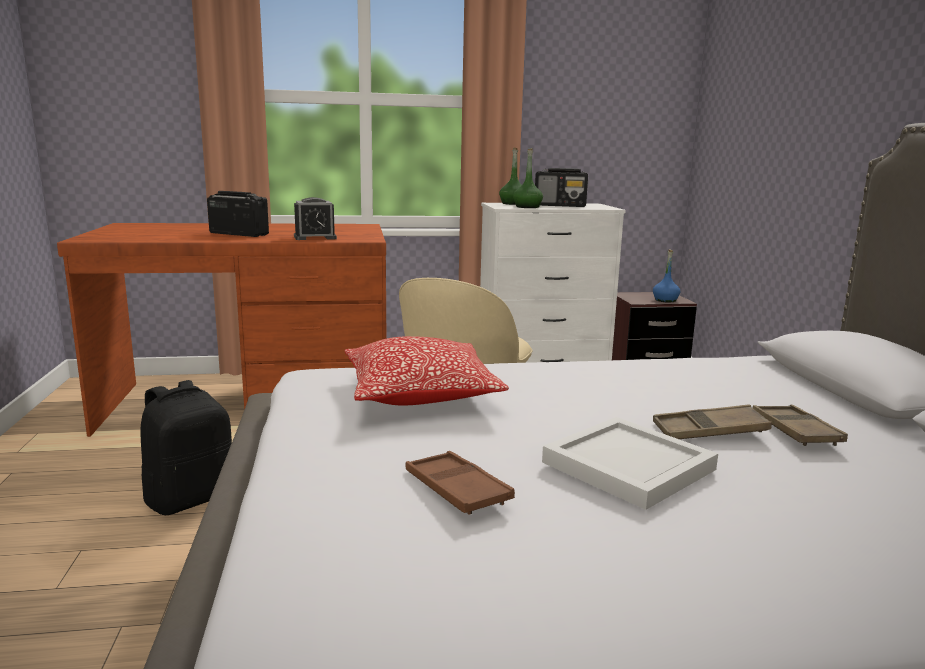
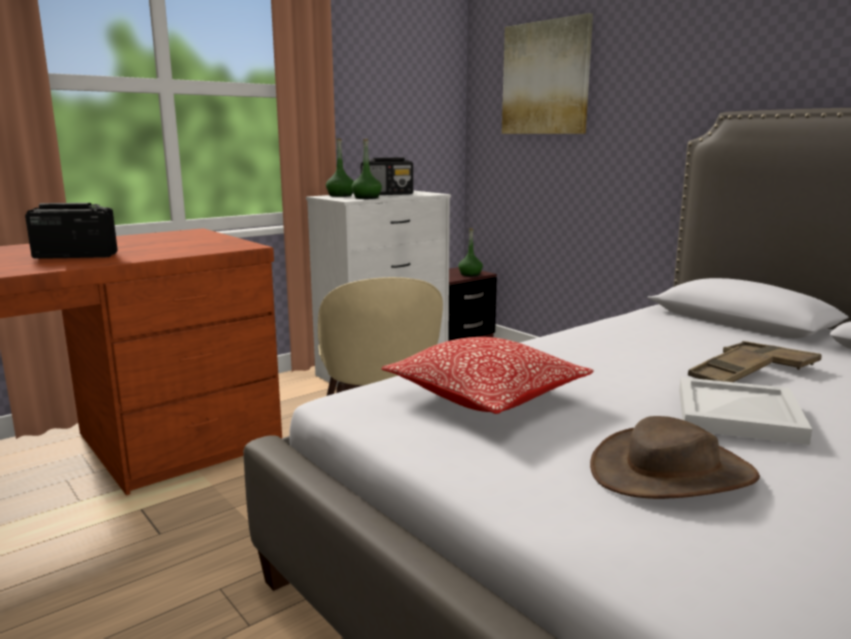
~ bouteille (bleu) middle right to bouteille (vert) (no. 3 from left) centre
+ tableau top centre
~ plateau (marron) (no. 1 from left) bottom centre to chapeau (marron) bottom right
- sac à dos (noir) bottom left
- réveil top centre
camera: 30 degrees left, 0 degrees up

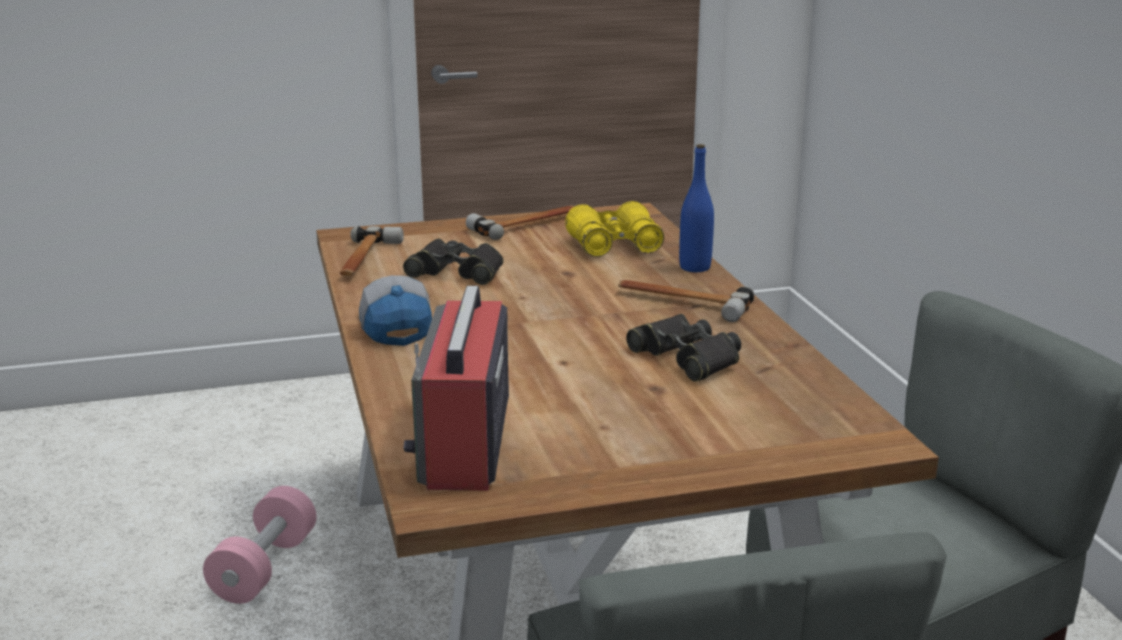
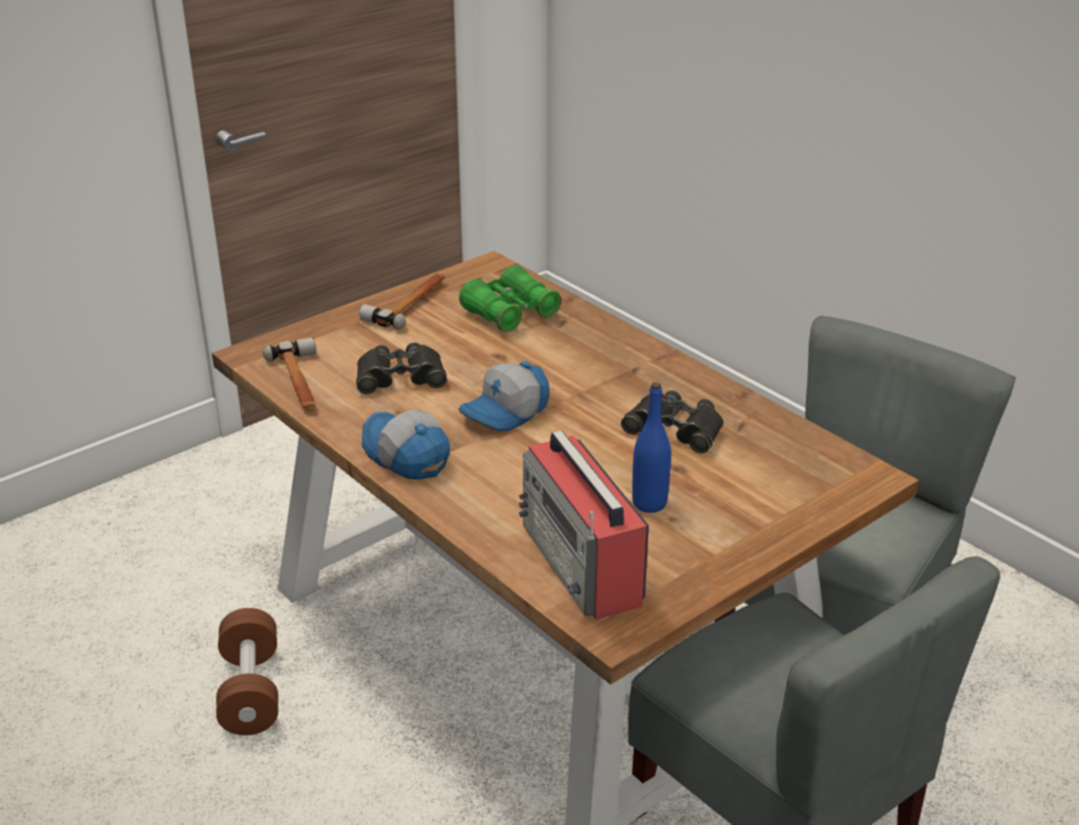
~ haltère (rose) bottom left to haltère (marron) bottom left
~ jumelles (jaune) centre to jumelles (vert) centre
+ casquette (no. 2 from left) centre
~ bouteille (bleu) top centre to centre
- marteau (no. 3 from left) centre
camera: 25 degrees left, 10 degrees up

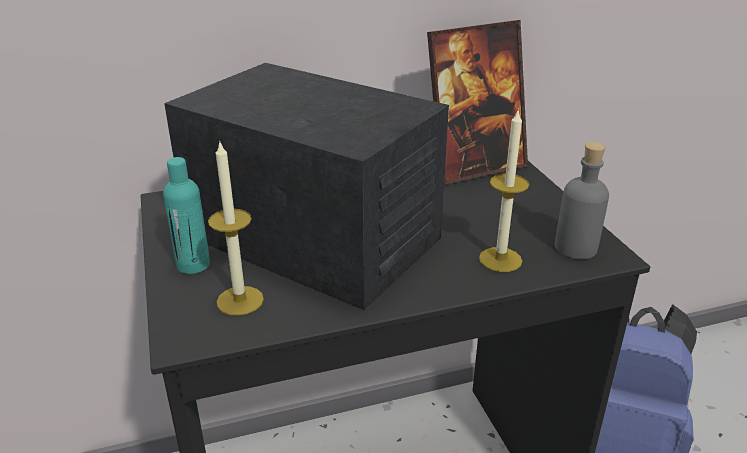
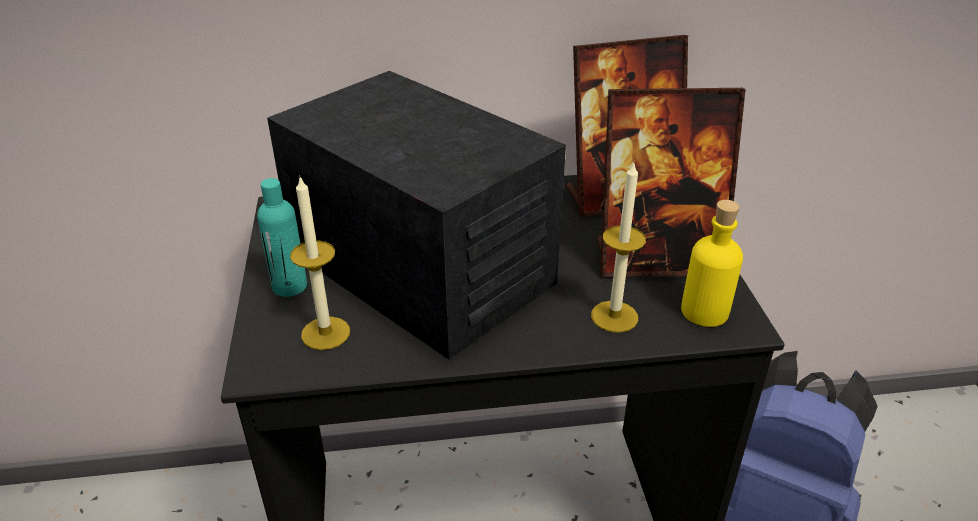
+ cadre photo (no. 2 from left) middle right
~ bouteille (gris) middle right to bouteille (jaune) middle right
camera: 10 degrees right, 5 degrees up

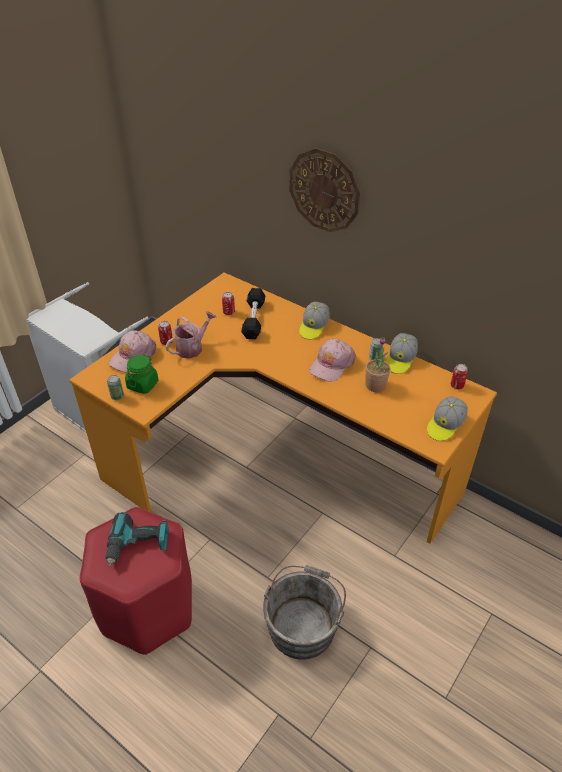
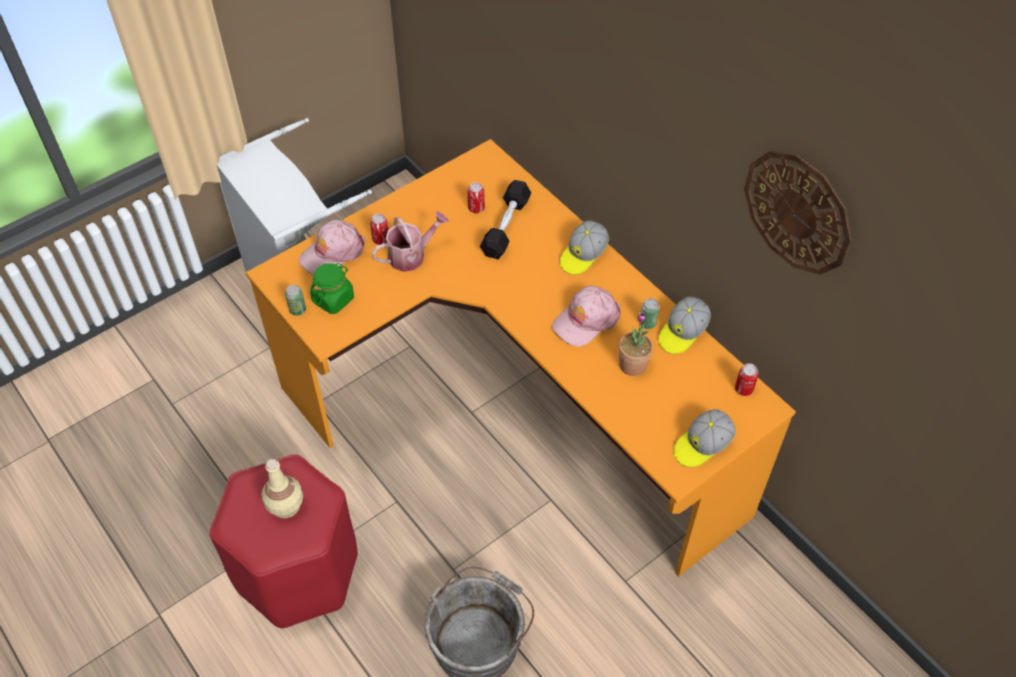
~ perceuse bottom left to bouteille (beige) bottom left
~ horloge murale top centre to top right
camera: 15 degrees right, 10 degrees up

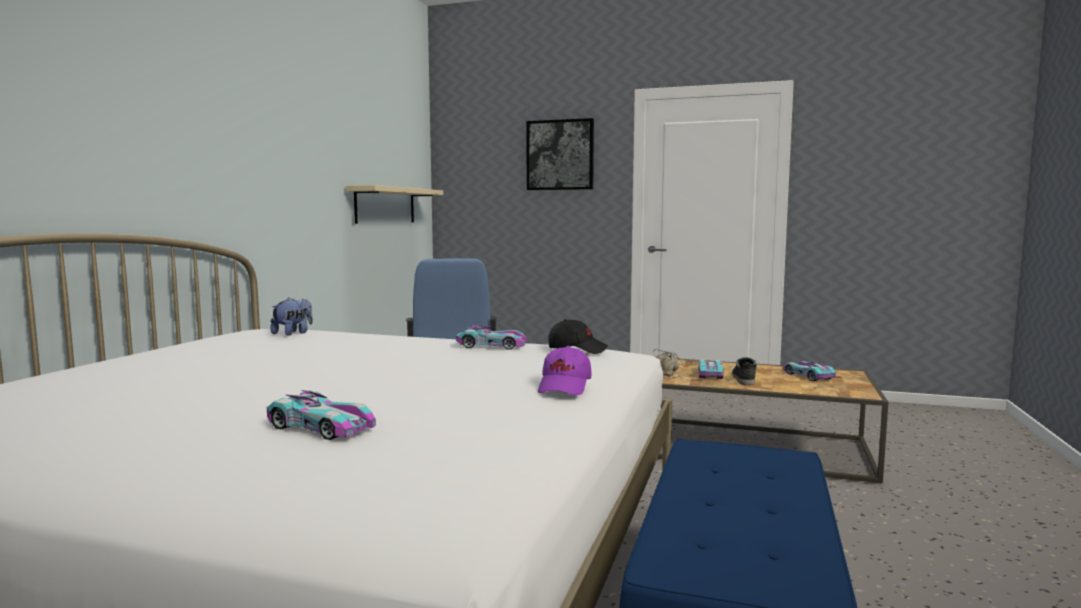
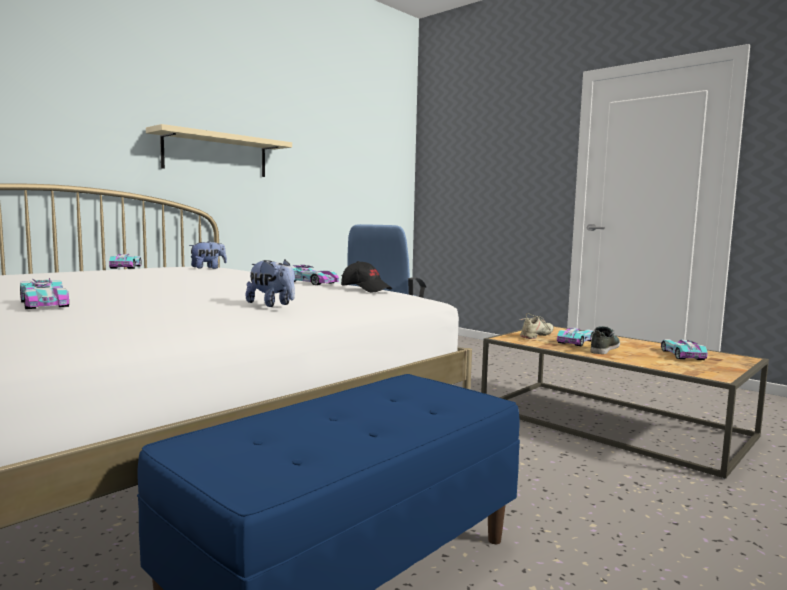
+ petite voiture (no. 2 from left) middle left
~ étagère (beige) centre to top left
~ casquette (violet) centre to peluche (no. 2 from left) centre
- tableau top centre
camera: 25 degrees right, 0 degrees up

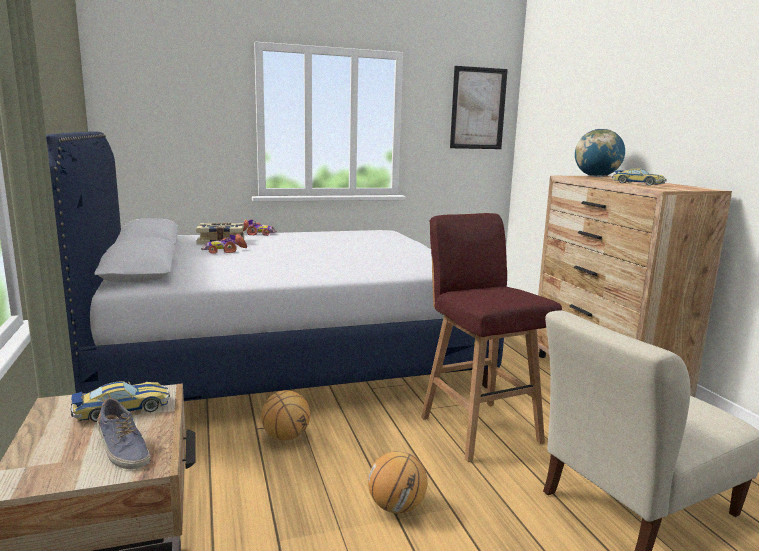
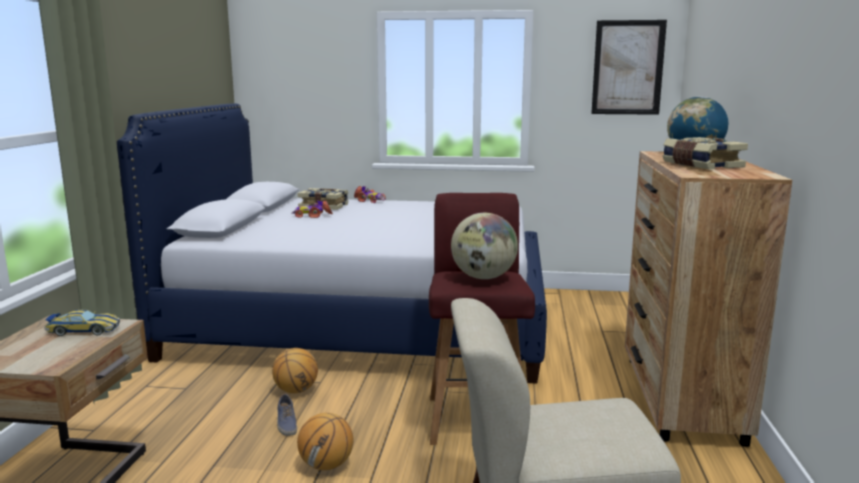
~ chaussure bottom left to bottom centre
+ globe (no. 1 from left) centre
~ petite voiture (no. 4 from left) top right to livre (no. 2 from left) top right
camera: 25 degrees right, 0 degrees up

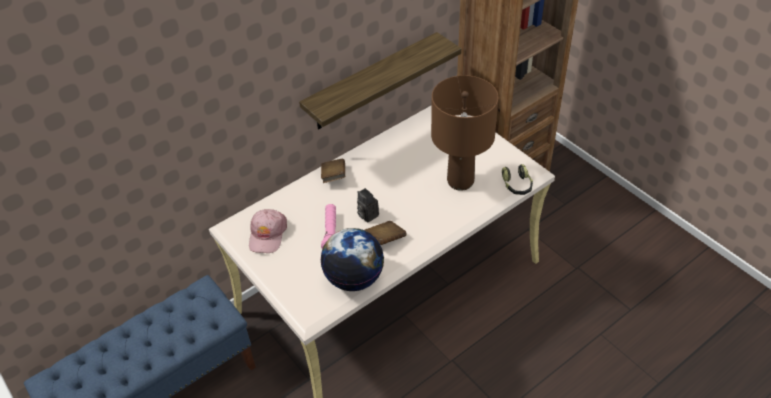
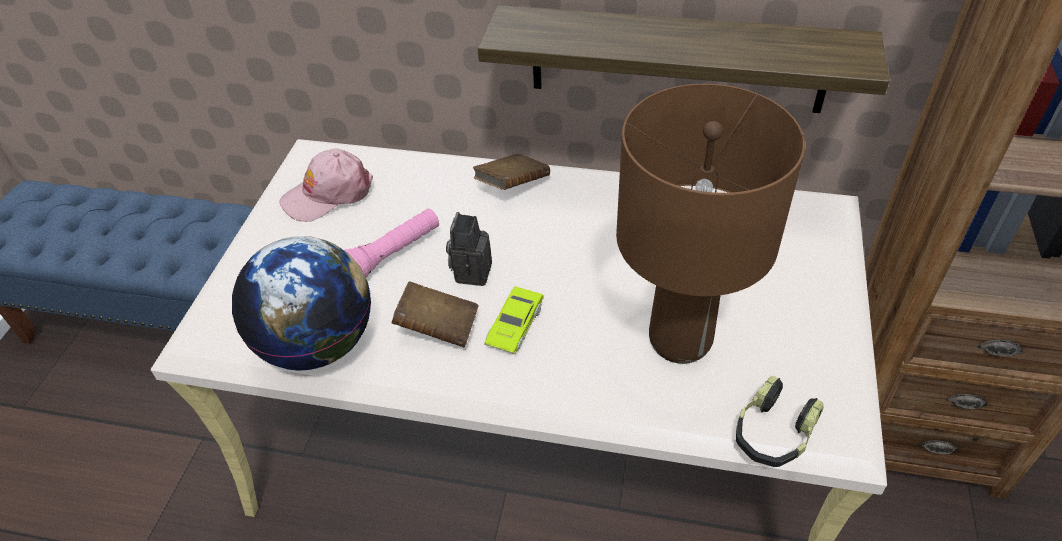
+ petite voiture (vert) centre
camera: 50 degrees right, 0 degrees up

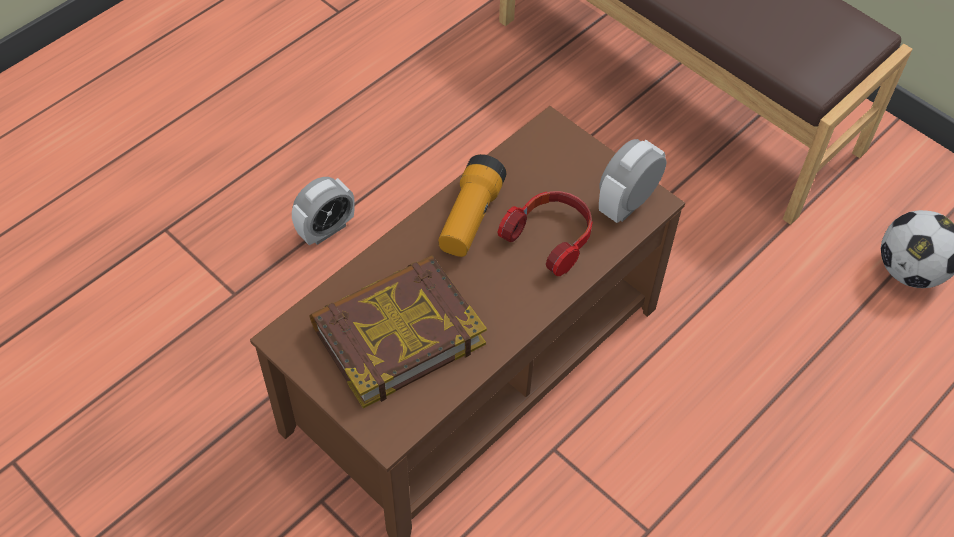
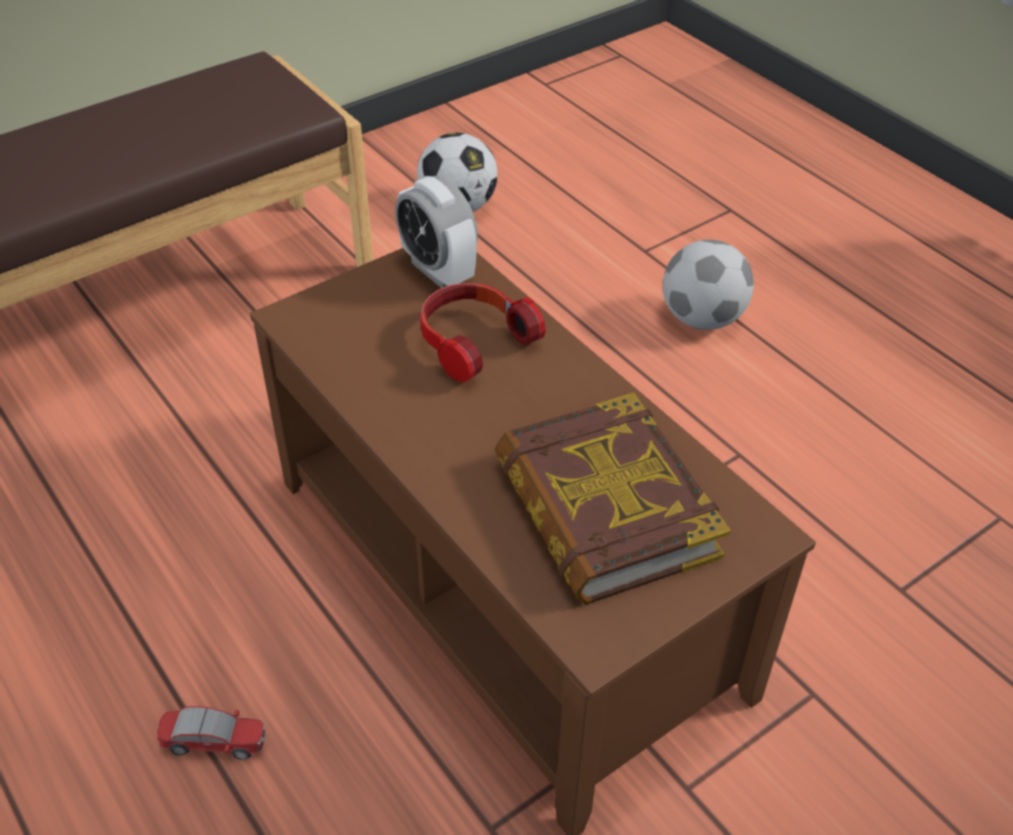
~ réveil (no. 1 from left) centre to petite voiture bottom left
+ ballon de foot (no. 2 from left) middle right
- lampe de poche centre
camera: 80 degrees left, 10 degrees down

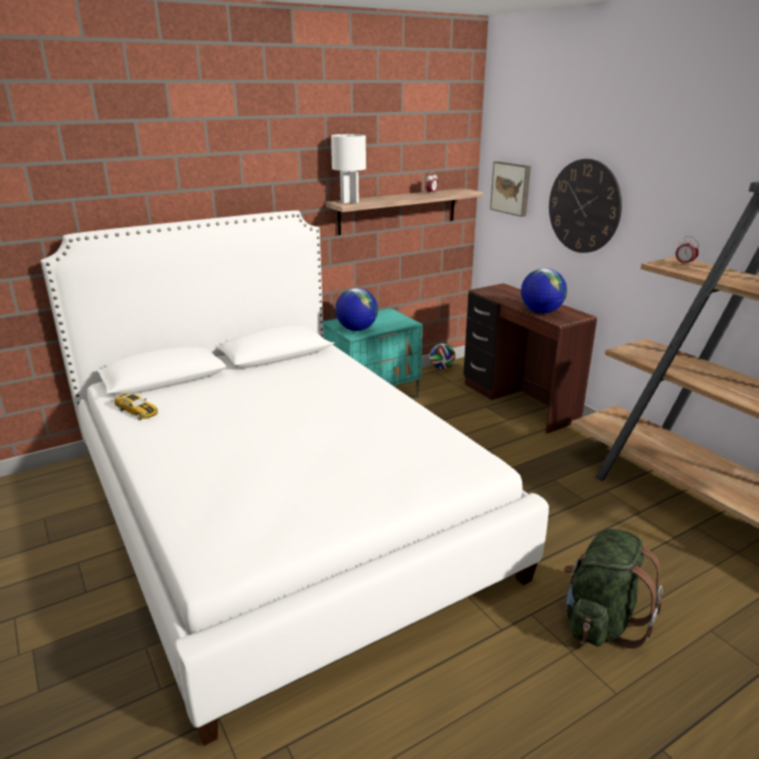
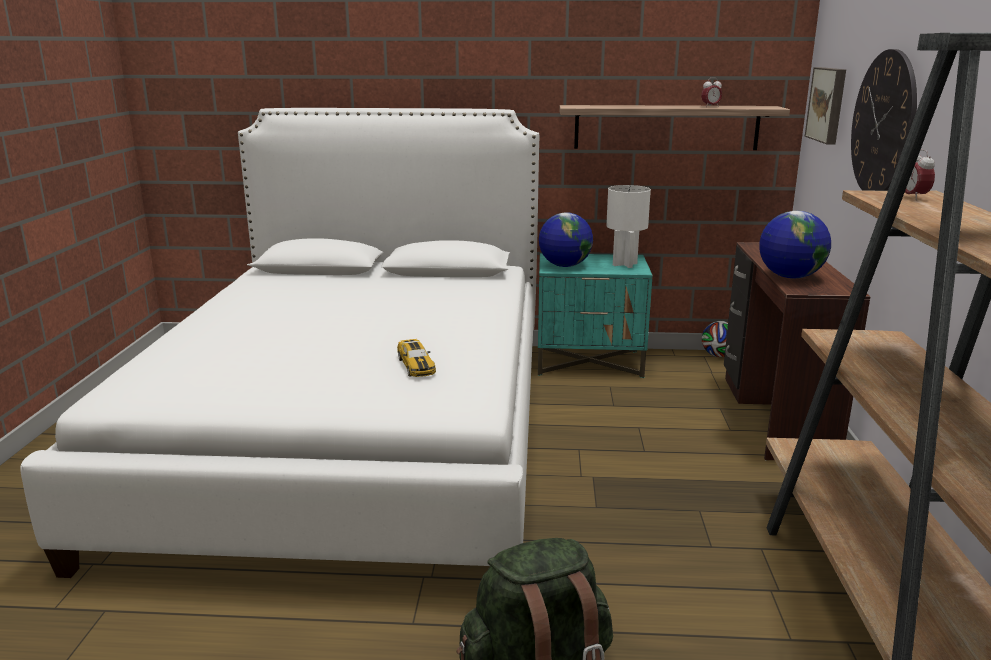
~ petite voiture middle left to centre
~ lampe de table (blanc) top centre to centre
camera: 35 degrees right, 5 degrees down

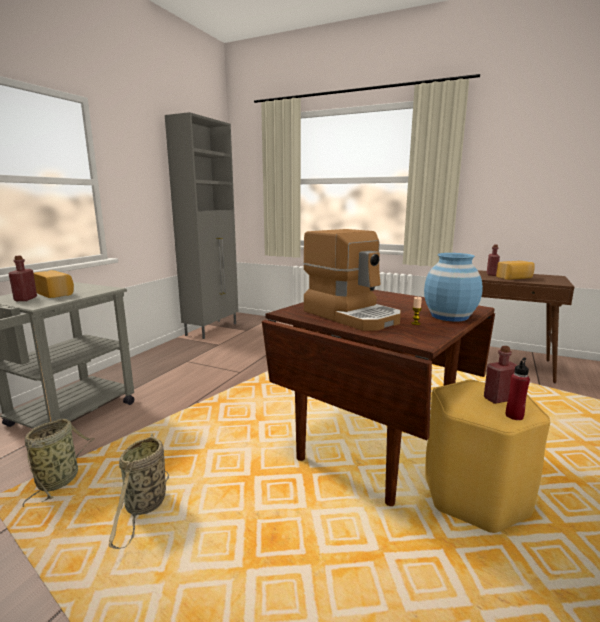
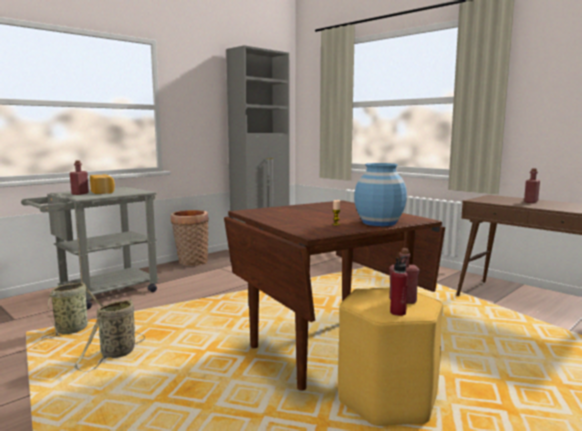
+ panier (no. 3 from left) middle left
- machine à café centre
- pain (no. 2 from left) middle right
camera: 20 degrees right, 5 degrees down

